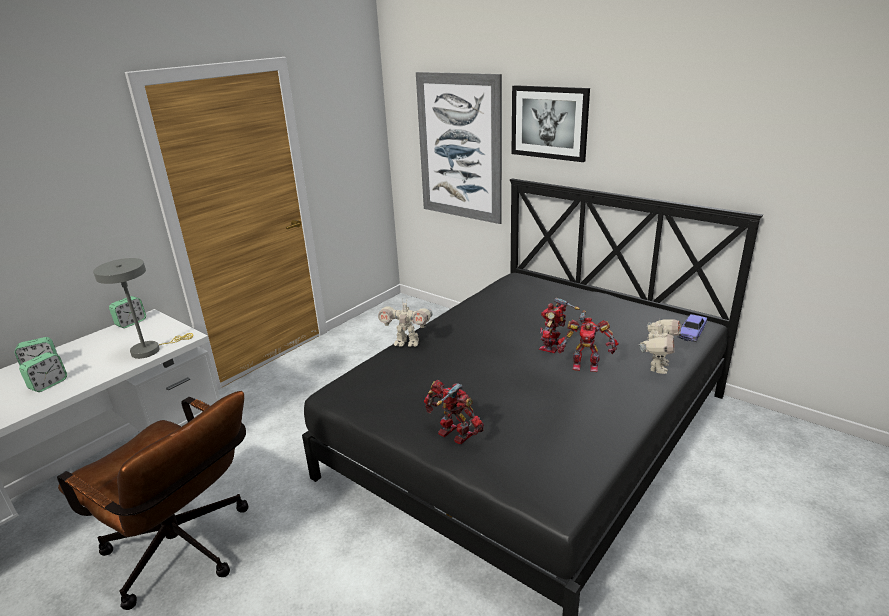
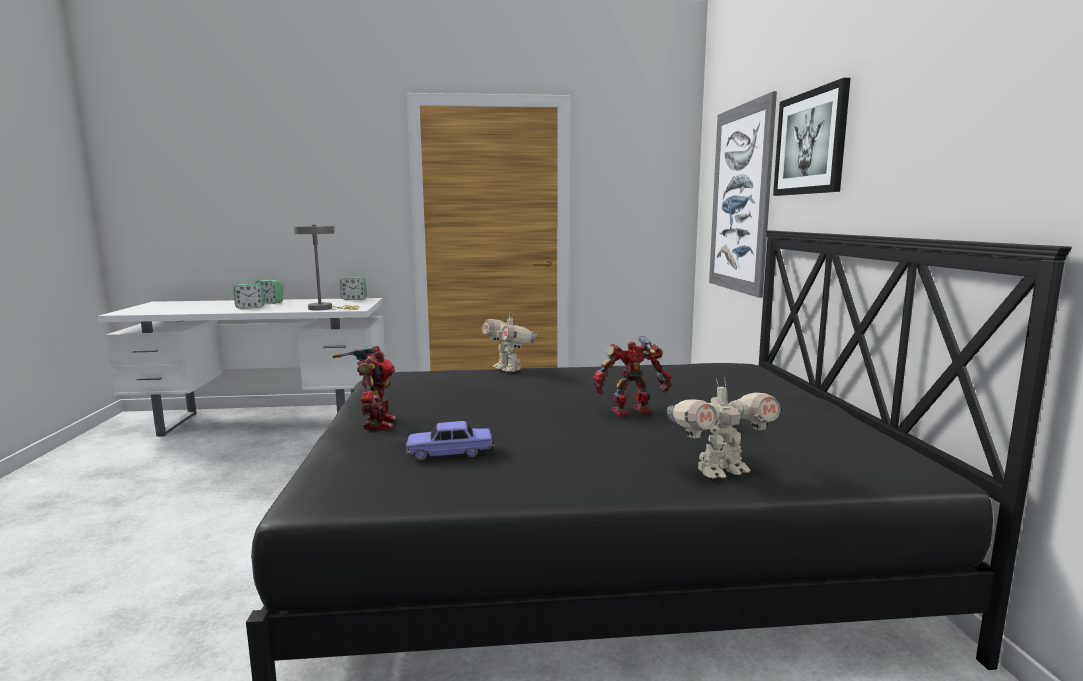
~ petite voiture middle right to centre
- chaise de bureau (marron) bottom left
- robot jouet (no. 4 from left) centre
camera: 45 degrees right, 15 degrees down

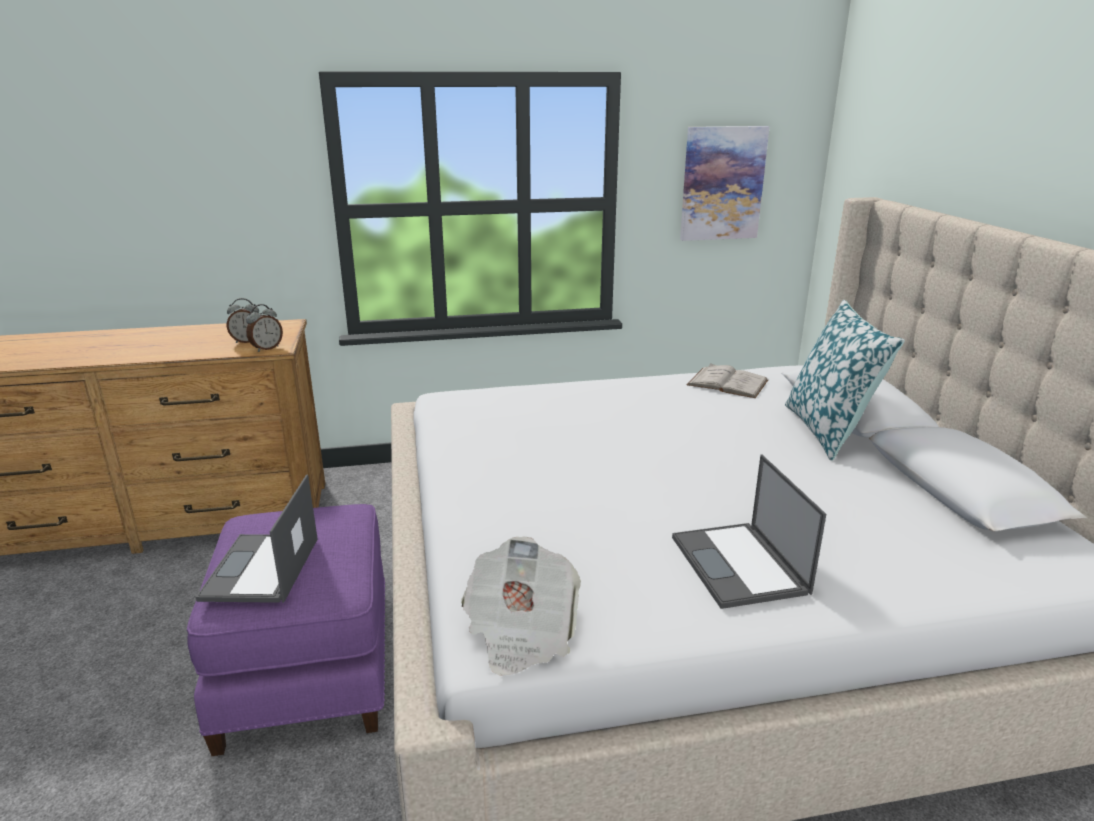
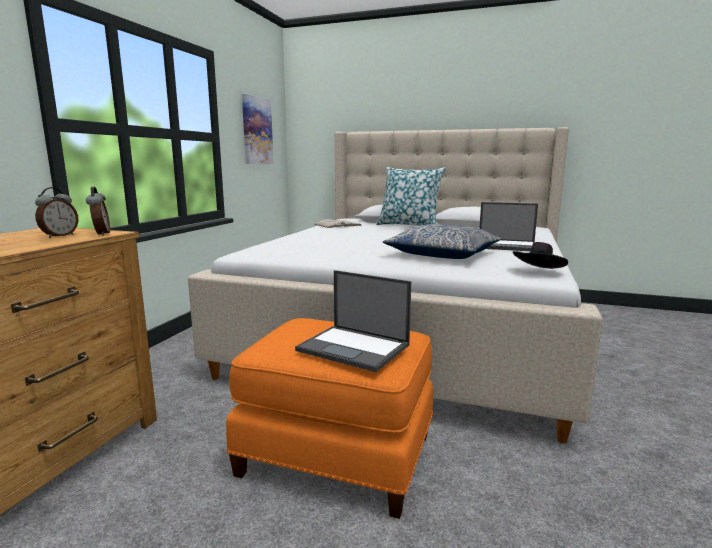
~ pouf (violet) bottom left to pouf (orange) bottom centre
+ coussin (no. 2 from left) centre
~ journal bottom centre to chapeau (noir) middle right
camera: 60 degrees left, 10 degrees down

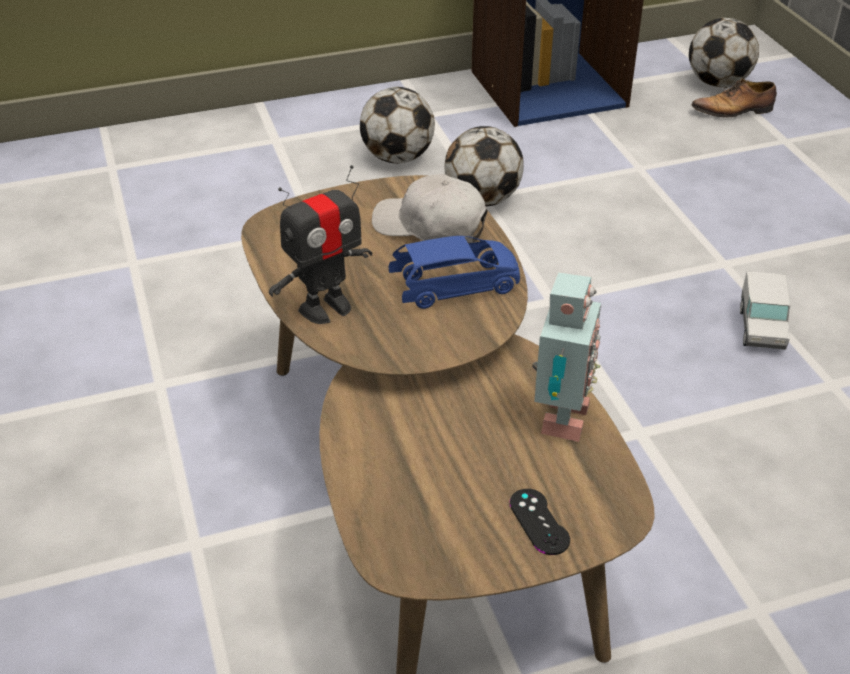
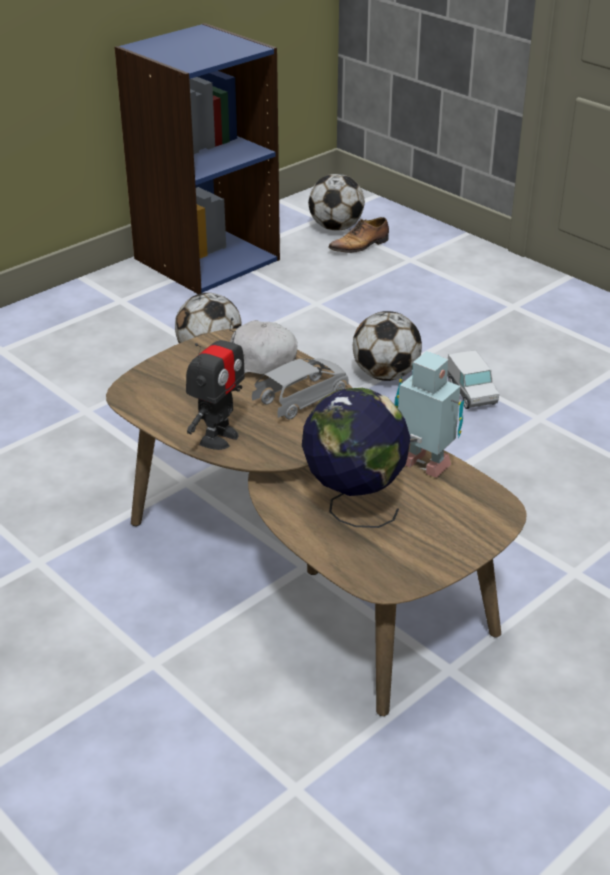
~ petite voiture (bleu) centre to petite voiture (gris) centre
+ globe centre
~ ballon de foot (no. 1 from left in the first image) top centre to ballon de foot (no. 3 from left) centre
~ robot jouet (no. 2 from left) centre = middle right 45 degrees counterclockwise
- manette (noir) bottom centre
camera: 25 degrees left, 5 degrees down

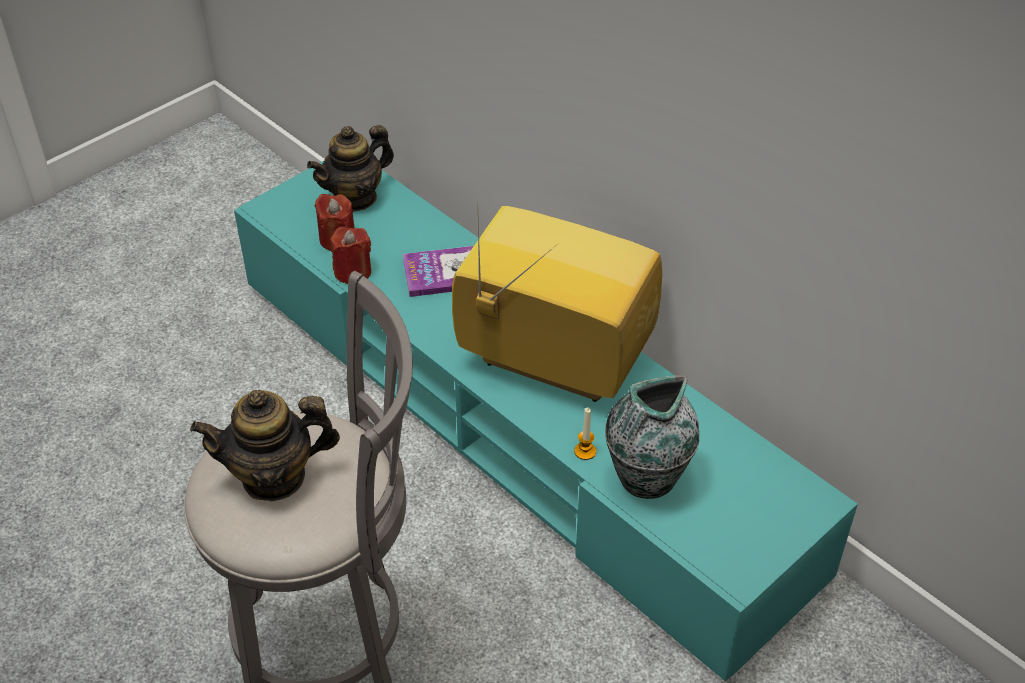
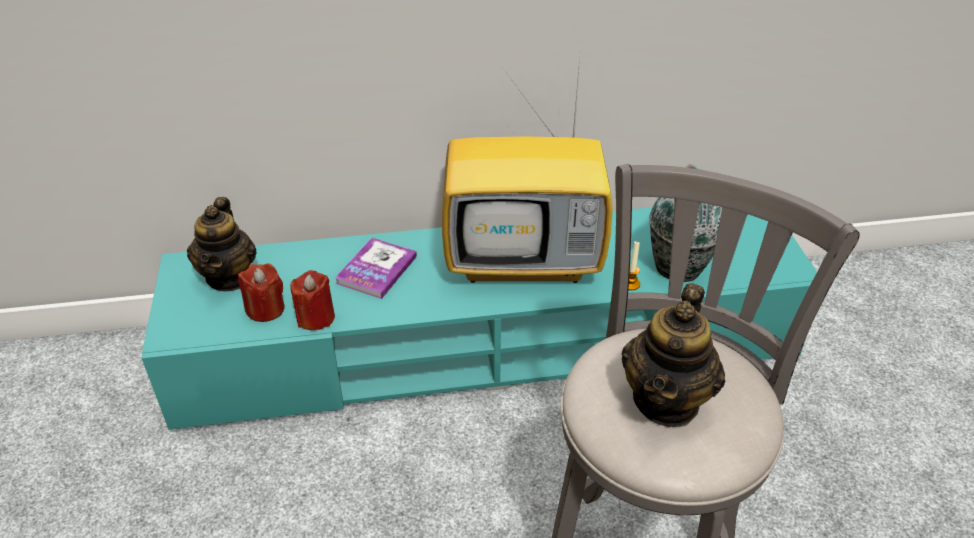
~ téléviseur centre = top centre 150 degrees counterclockwise
camera: 55 degrees left, 5 degrees down

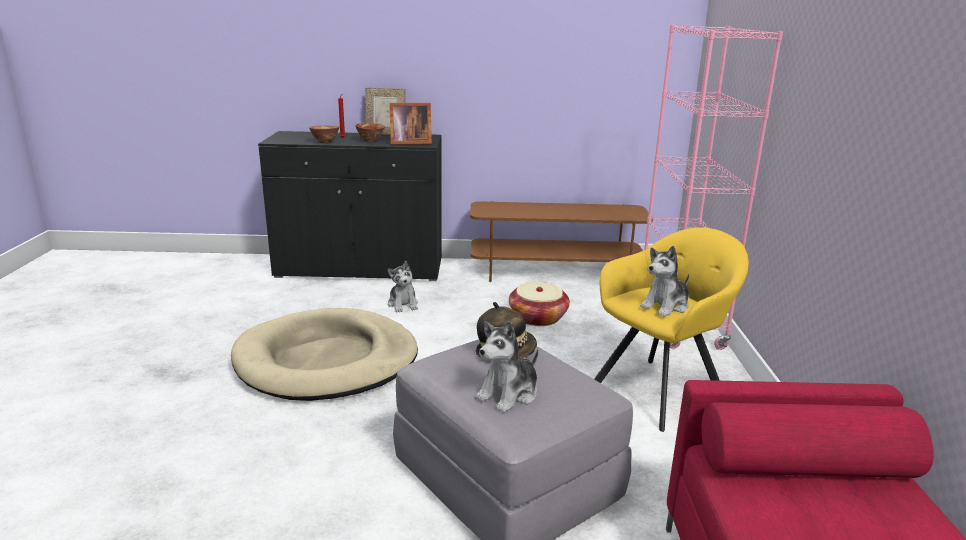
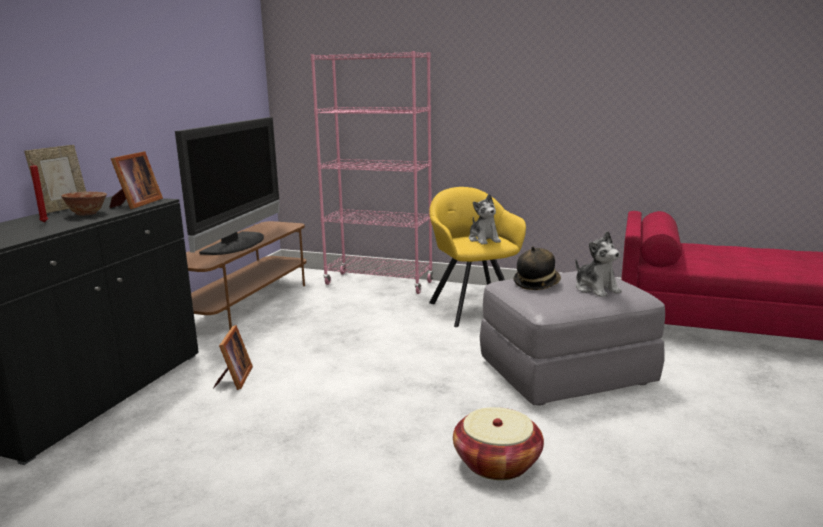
+ téléviseur middle left
~ peluche (no. 1 from left) centre to cadre photo (no. 3 from left) bottom left
~ panier centre to bottom centre
- panier pour chien (beige) centre
- bol (no. 1 from left) top centre
camera: 70 degrees left, 5 degrees down

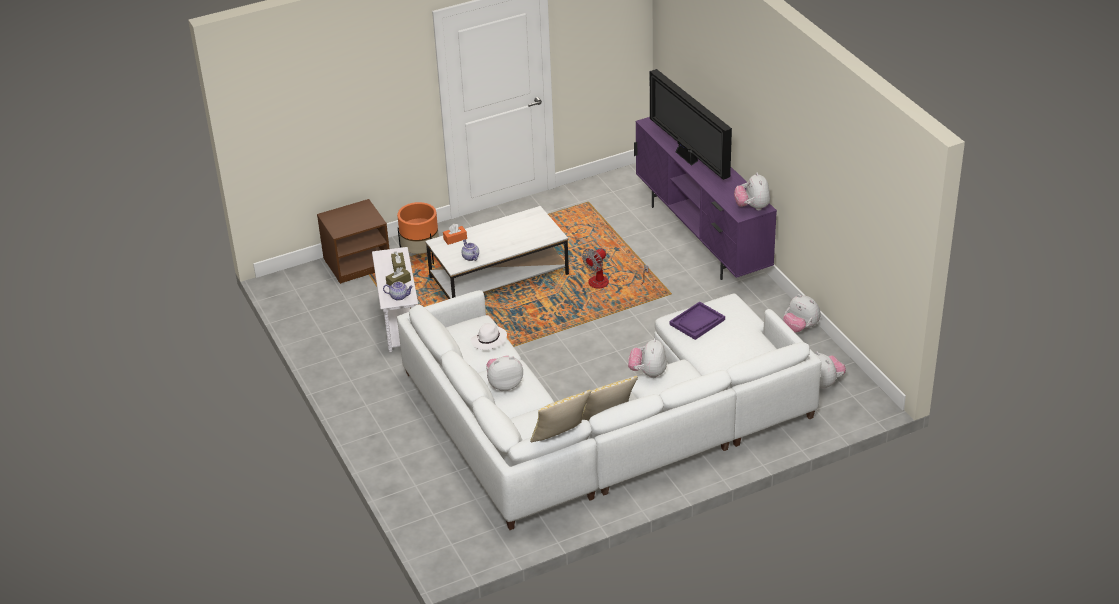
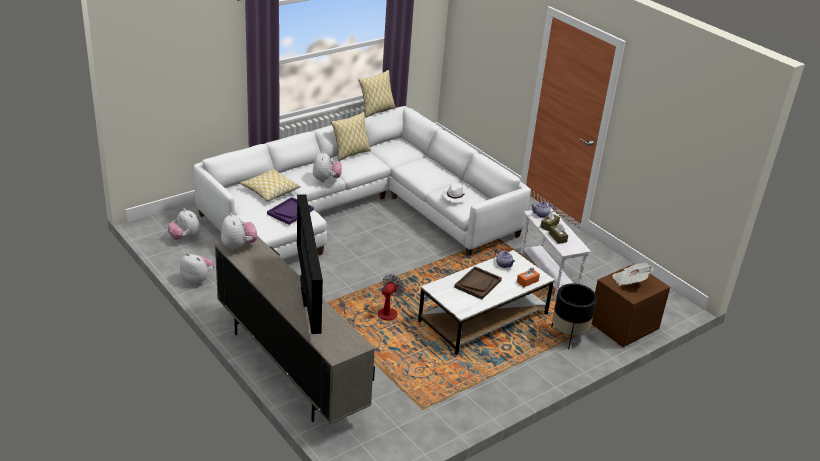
~ meuble télé (violet) top centre to meuble télé (beige) bottom centre
+ coussin (no. 1 from left) middle left
~ téléviseur top centre = centre 150 degrees counterclockwise
+ plateau (marron) centre
~ cache-pot (orange) centre to cache-pot (noir) bottom right
+ journal middle right
- peluche (no. 1 from left) centre
camera: 165 degrees right, 5 degrees down

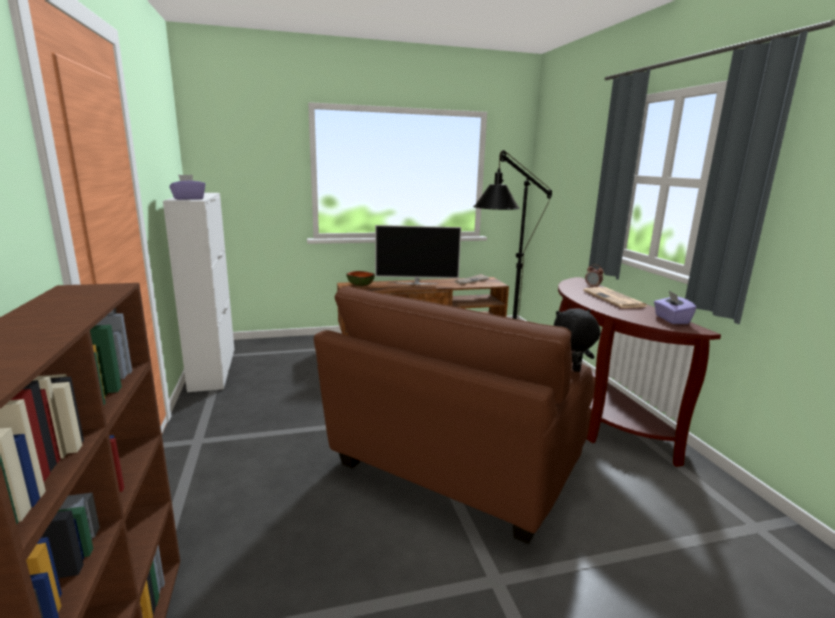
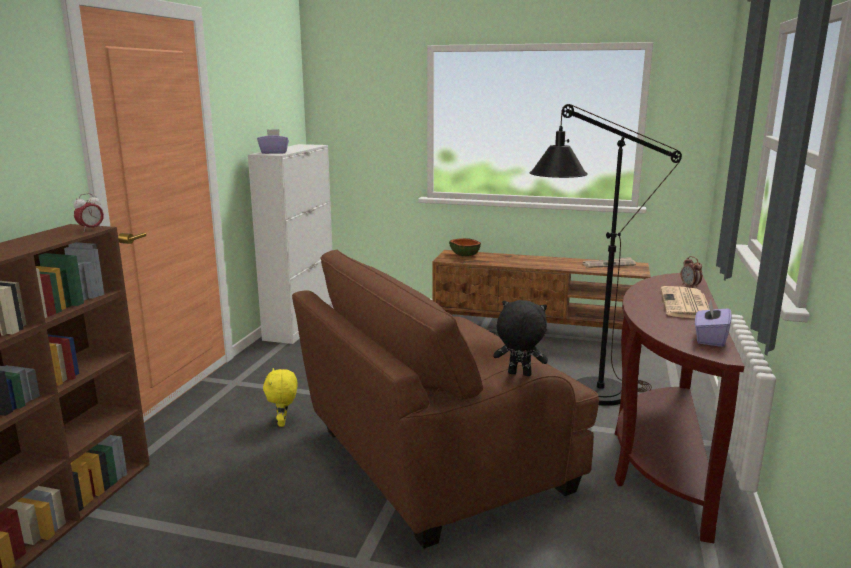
+ réveil (no. 1 from left) middle left
+ peluche (jaune) bottom left
- téléviseur centre
camera: 30 degrees right, 0 degrees up

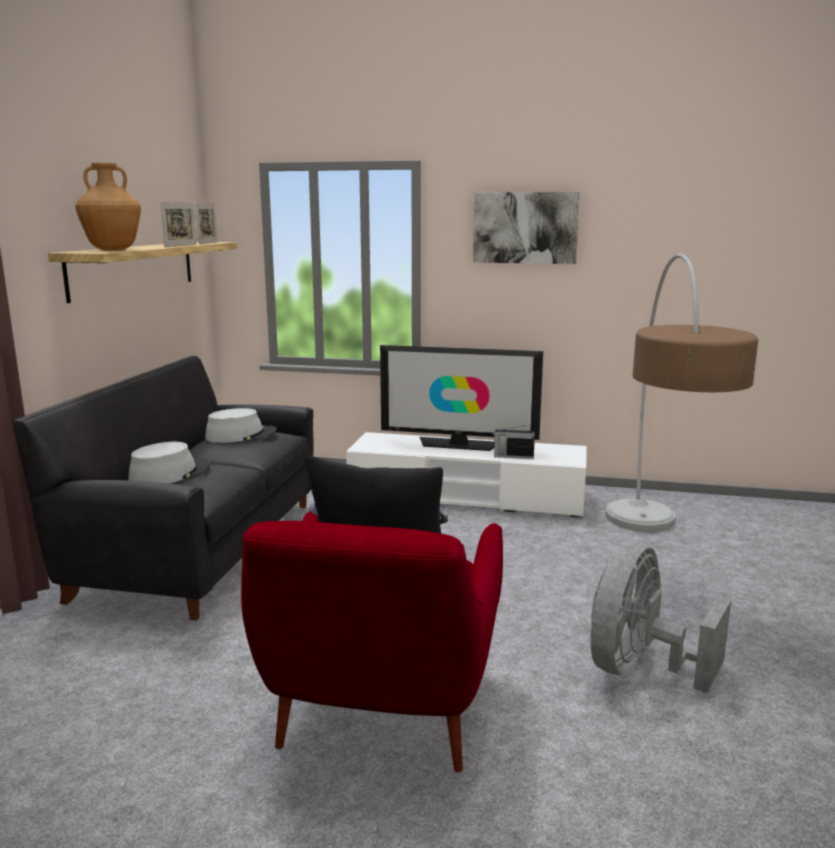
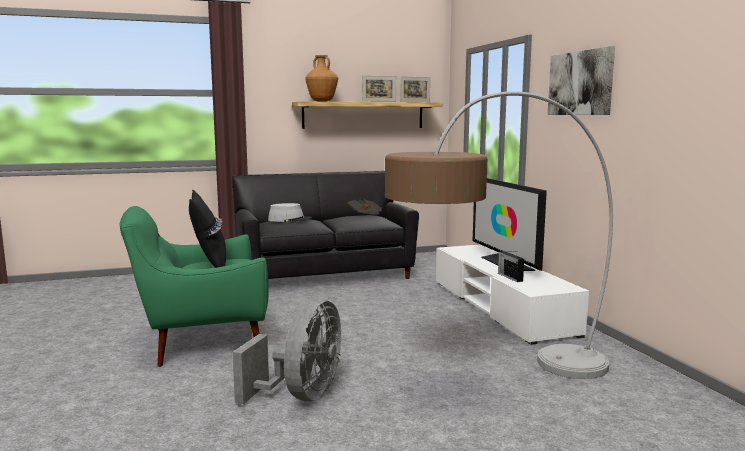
~ fauteuil (rouge) bottom centre to fauteuil (vert) middle left
~ ventilateur (gris) bottom right = bottom centre 105 degrees clockwise
~ chapeau (gris) (no. 2 from left) middle left to journal centre
camera: 60 degrees right, 5 degrees down

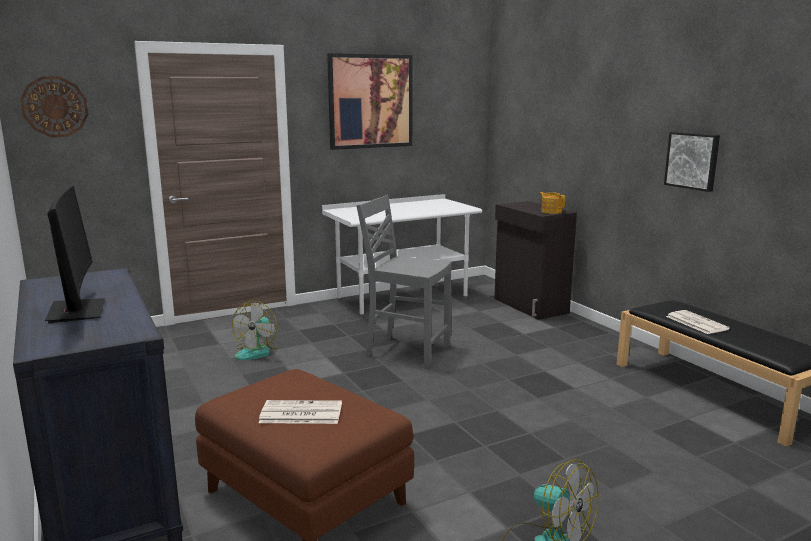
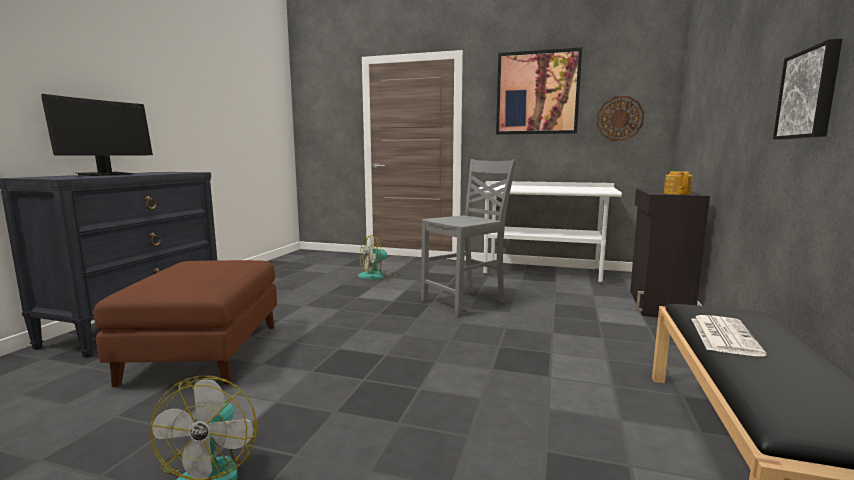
~ chaise (gris) centre = centre 75 degrees clockwise
~ horloge murale top left to top right
- journal (no. 1 from left) bottom centre
camera: 45 degrees right, 5 degrees down

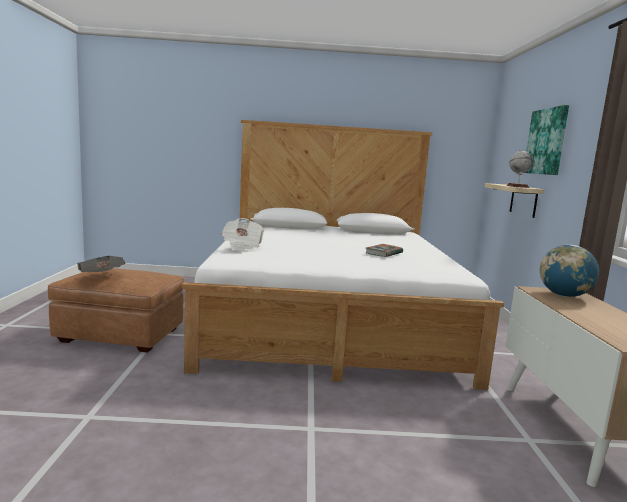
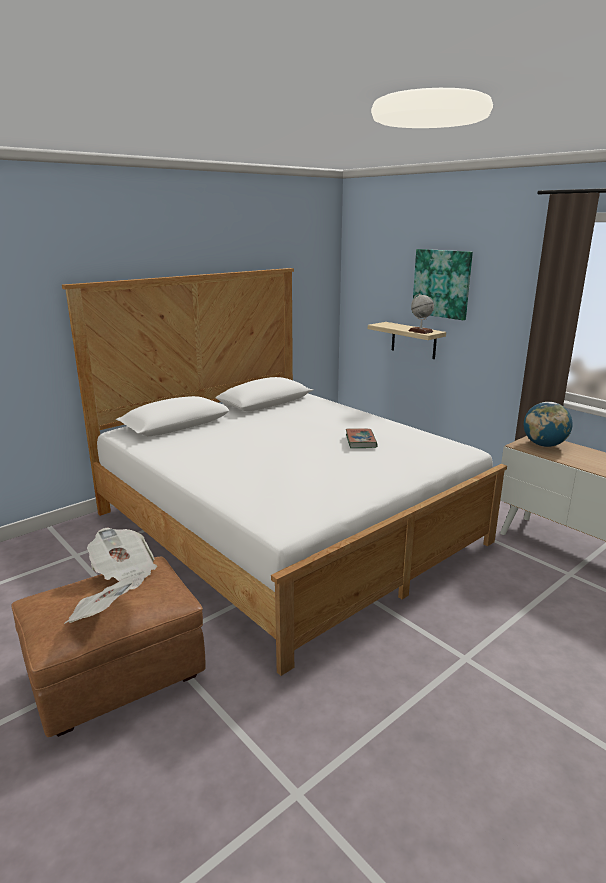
~ journal (no. 2 from left) centre to middle left
camera: 40 degrees left, 10 degrees up

